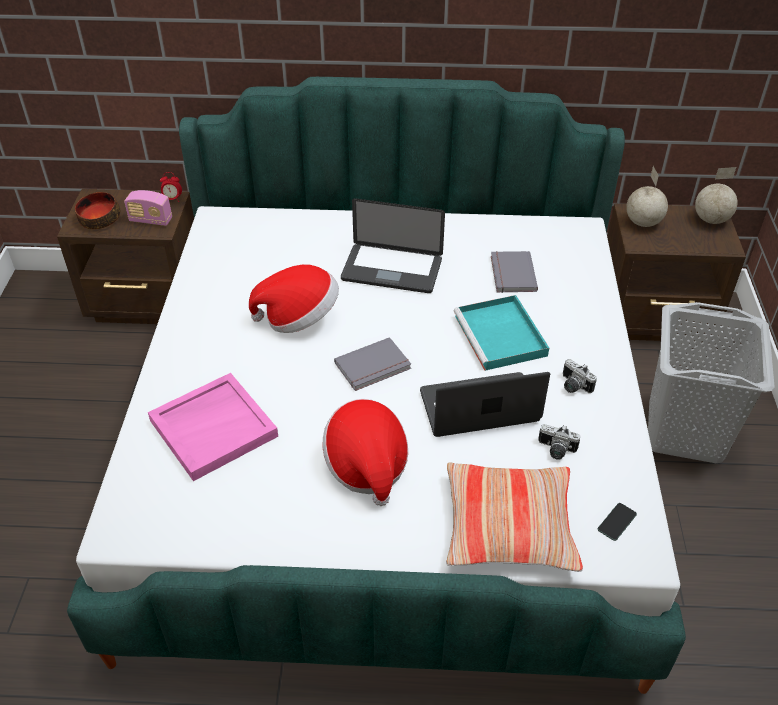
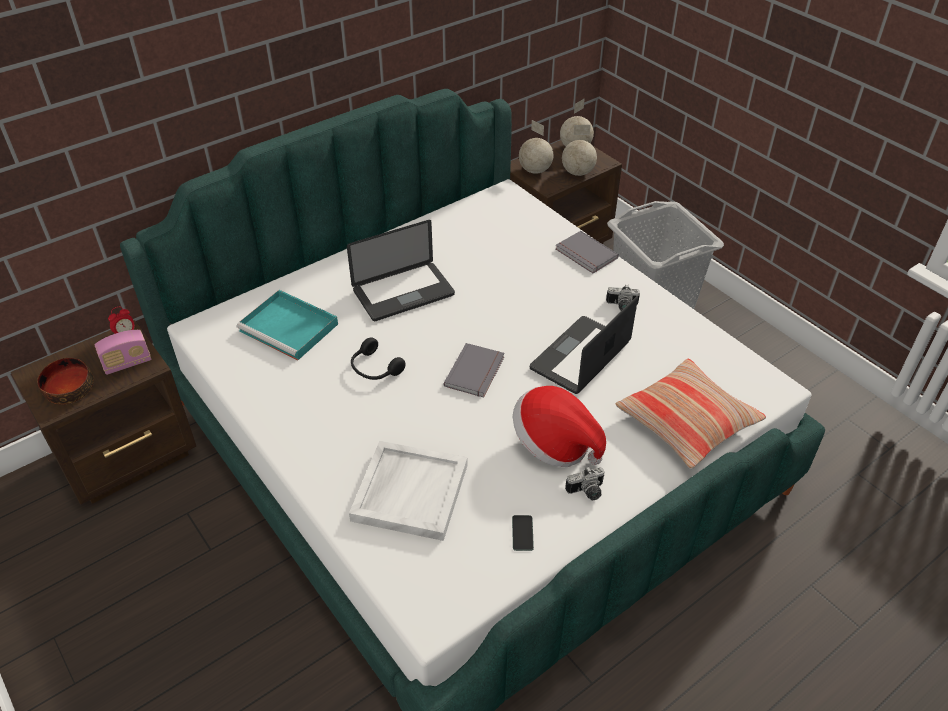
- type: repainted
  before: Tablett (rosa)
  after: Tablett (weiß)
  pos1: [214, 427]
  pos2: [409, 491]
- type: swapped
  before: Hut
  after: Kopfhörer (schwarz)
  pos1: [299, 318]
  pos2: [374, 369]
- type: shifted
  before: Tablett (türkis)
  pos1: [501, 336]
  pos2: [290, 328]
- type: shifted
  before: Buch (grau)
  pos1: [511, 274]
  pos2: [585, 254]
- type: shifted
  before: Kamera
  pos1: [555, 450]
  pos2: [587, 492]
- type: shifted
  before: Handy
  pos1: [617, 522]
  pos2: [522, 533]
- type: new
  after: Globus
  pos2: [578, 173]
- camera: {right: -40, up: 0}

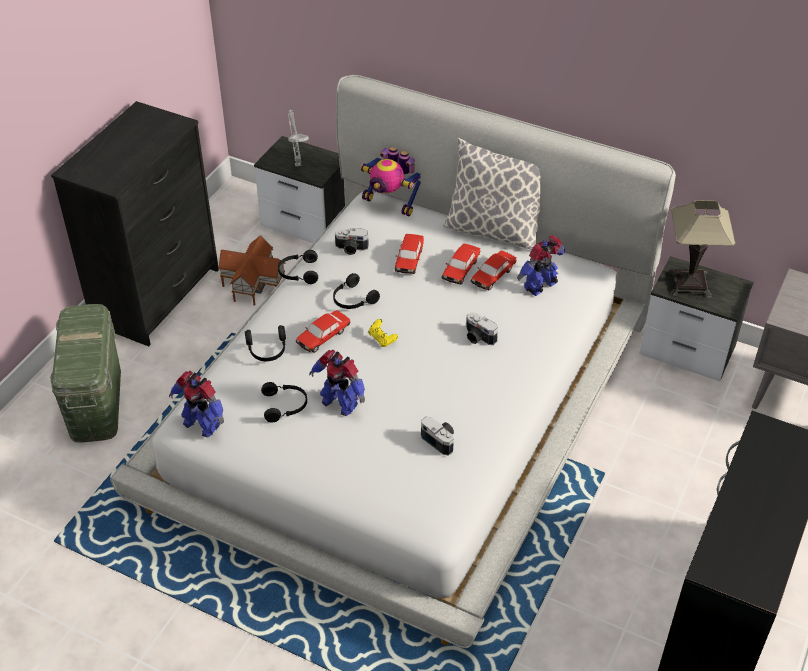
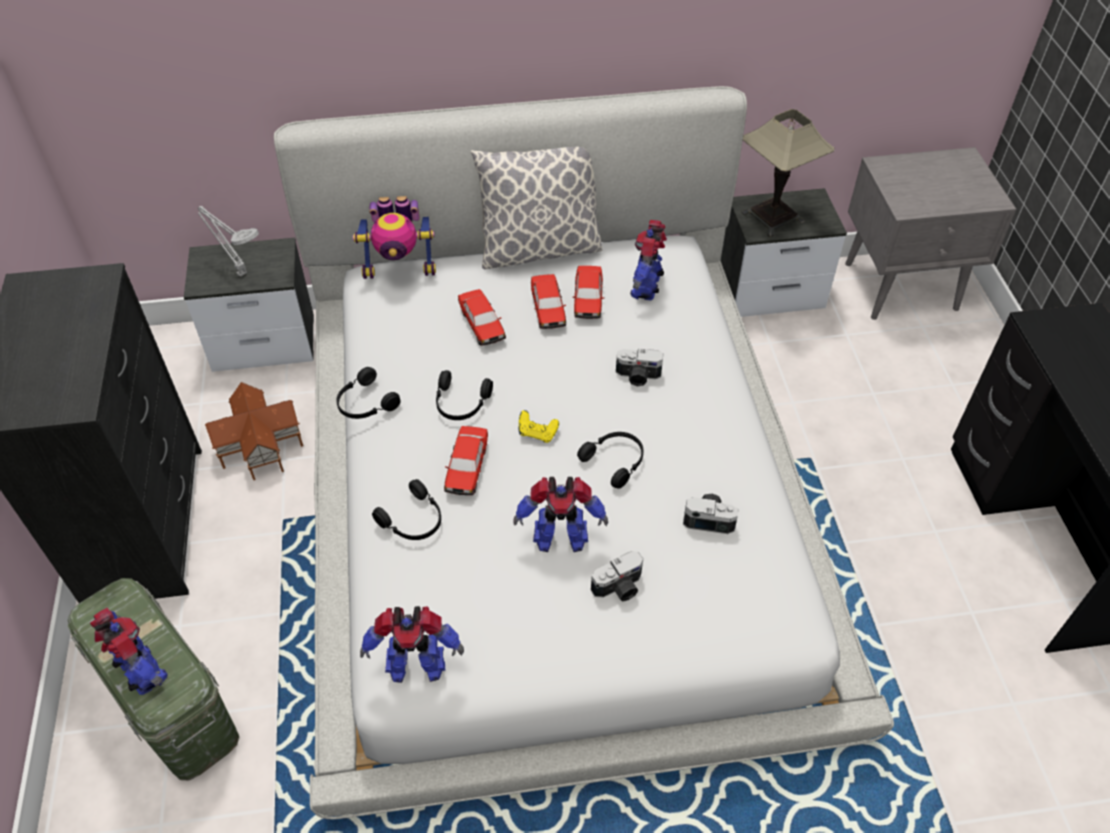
- type: shifted
  before: Kopfhörer (schwarz)
  pos1: [285, 405]
  pos2: [615, 461]
- type: shifted
  before: Kamera
  pos1: [351, 249]
  pos2: [619, 588]
- type: new
  after: Spielzeugroboter
  pos2: [142, 672]
- camera: {right: -35, up: 5}

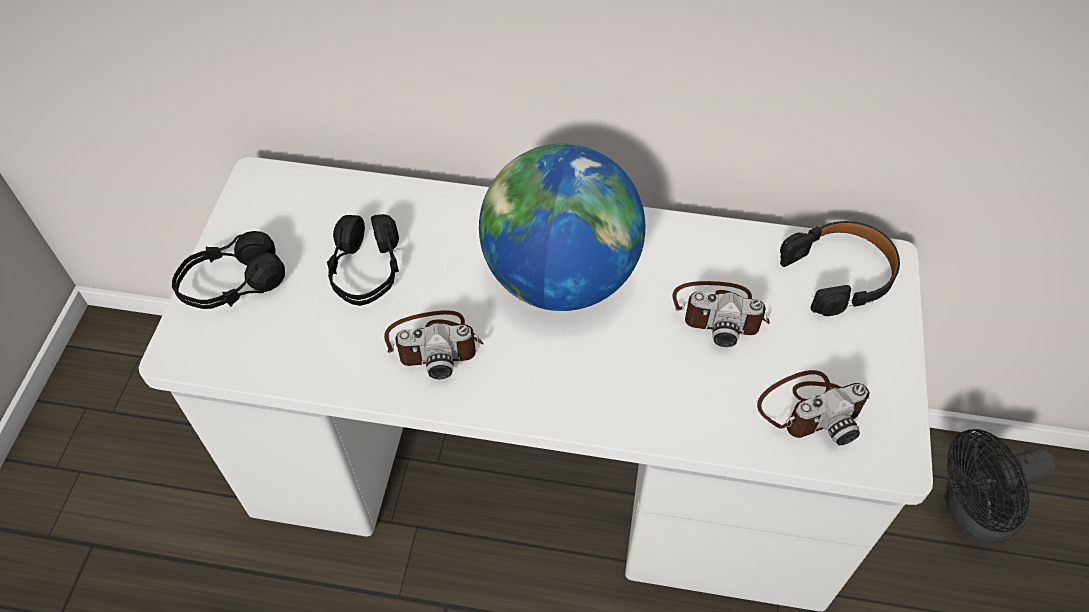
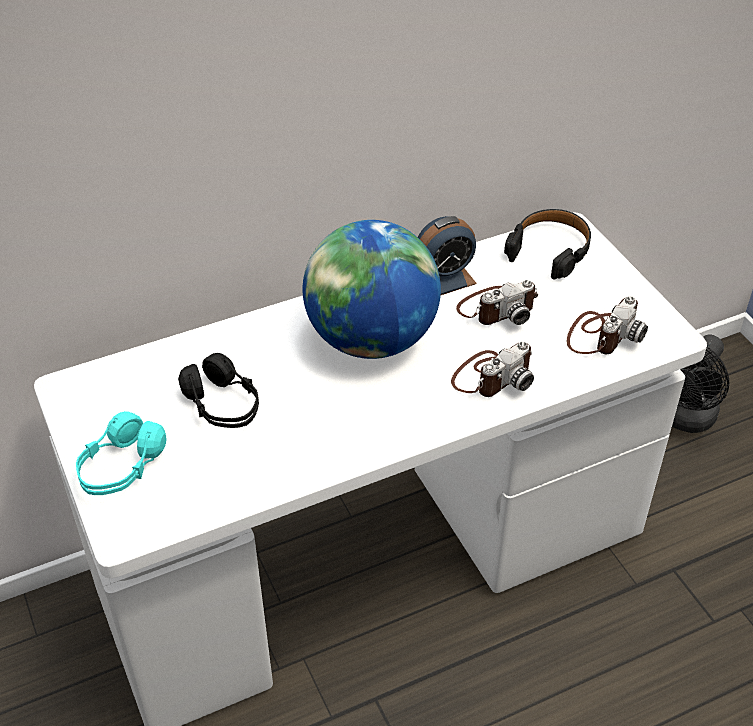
- type: repainted
  before: Kopfhörer (schwarz)
  after: Kopfhörer (türkis)
  pos1: [232, 285]
  pos2: [121, 468]
- type: shifted
  before: Kamera
  pos1: [434, 343]
  pos2: [492, 376]
- type: new
  after: Wecker
  pos2: [443, 278]
- camera: {right: -35, up: -10}

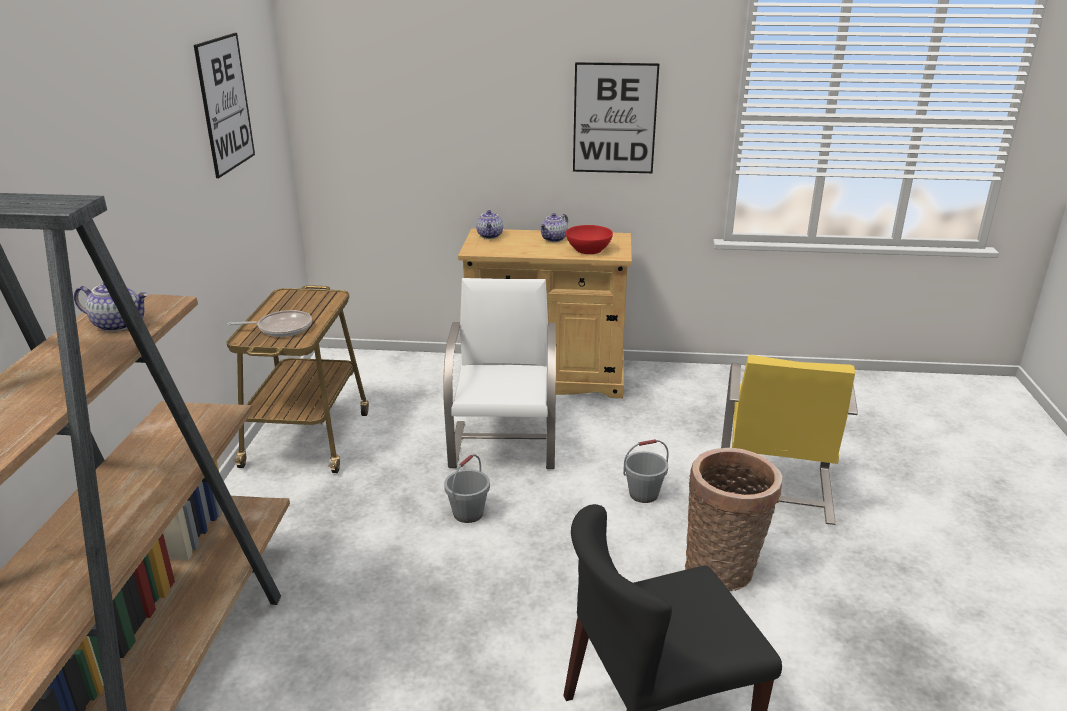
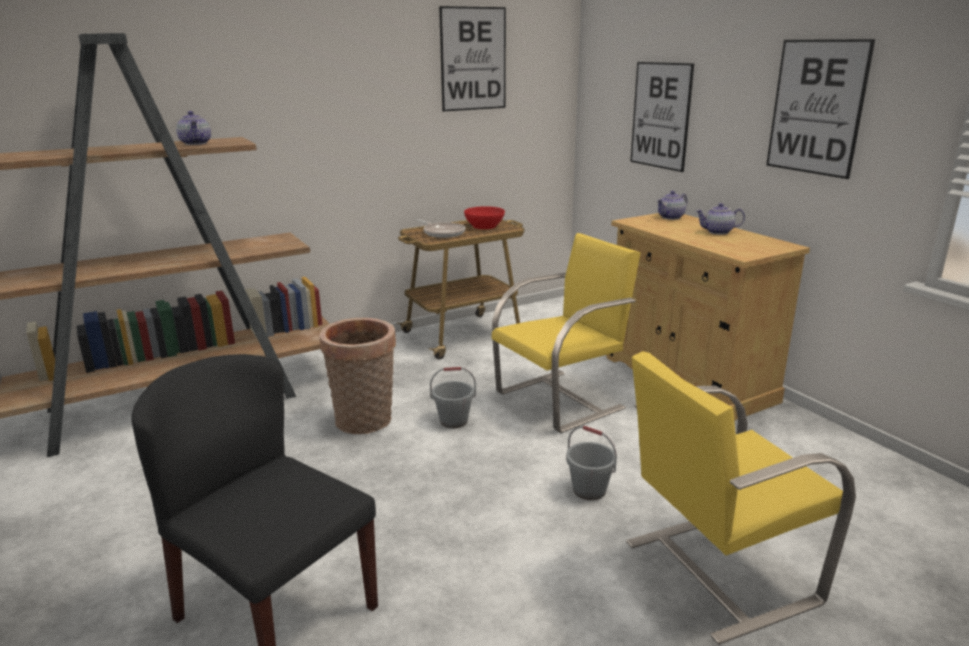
- type: repainted
  before: Stuhl (weiß)
  after: Stuhl (gelb)
  pos1: [504, 444]
  pos2: [561, 400]
- type: shifted
  before: Schüssel (rot)
  pos1: [588, 250]
  pos2: [484, 226]
- type: shifted
  before: Korb
  pos1: [723, 570]
  pos2: [364, 423]
- type: new
  after: Bild
  pos2: [661, 115]
- camera: {right: 55, up: -5}

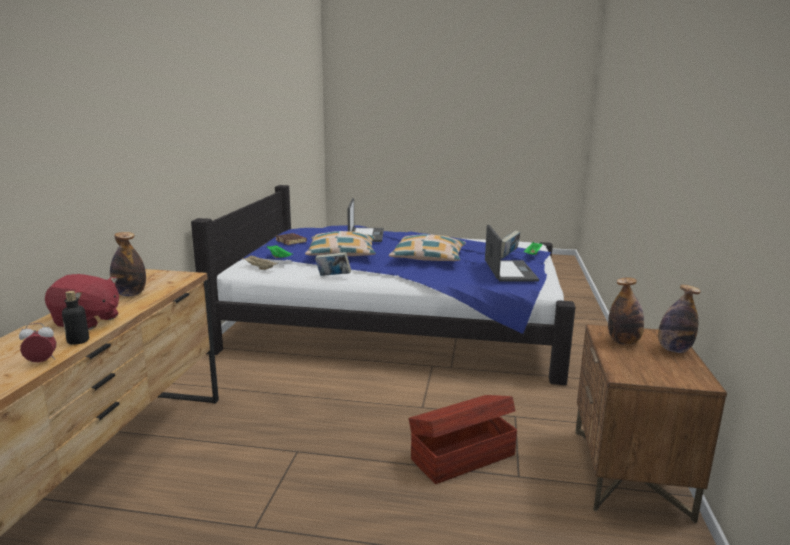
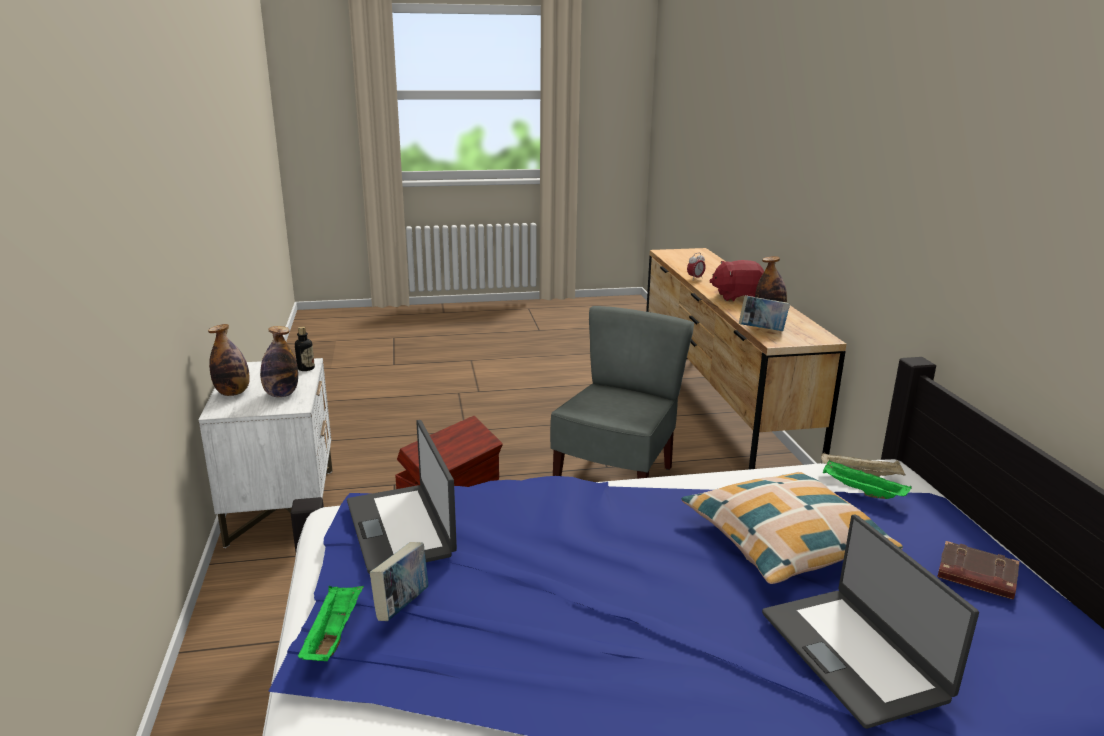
- type: shifted
  before: Flasche
  pos1: [78, 341]
  pos2: [306, 368]
- type: shifted
  before: Buch
  pos1: [333, 276]
  pos2: [762, 330]
- type: gone
  before: Kissen
  pos1: [428, 258]
- type: repainted
  before: Nachttisch (braun)
  after: Nachttisch (weiß)
  pos1: [629, 473]
  pos2: [282, 506]
- type: new
  after: Stuhl (grau)
  pos2: [616, 479]
- camera: {right: 160, up: 5}

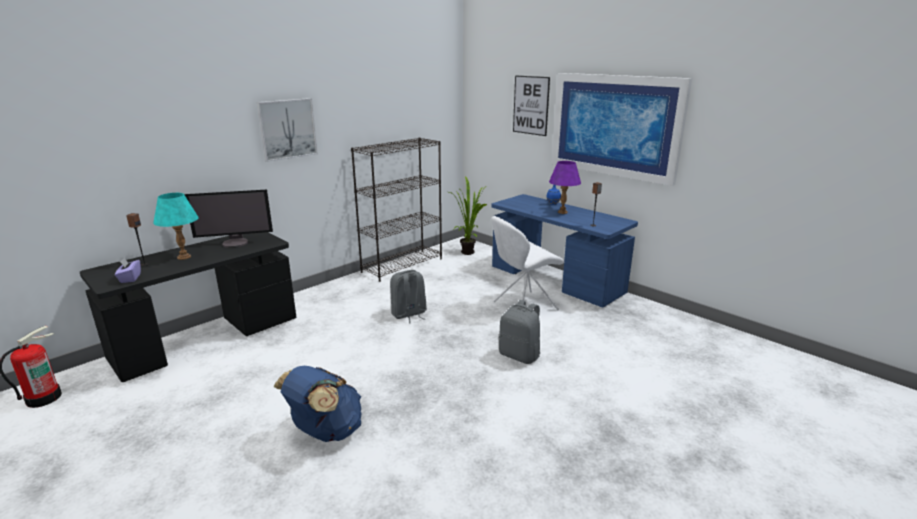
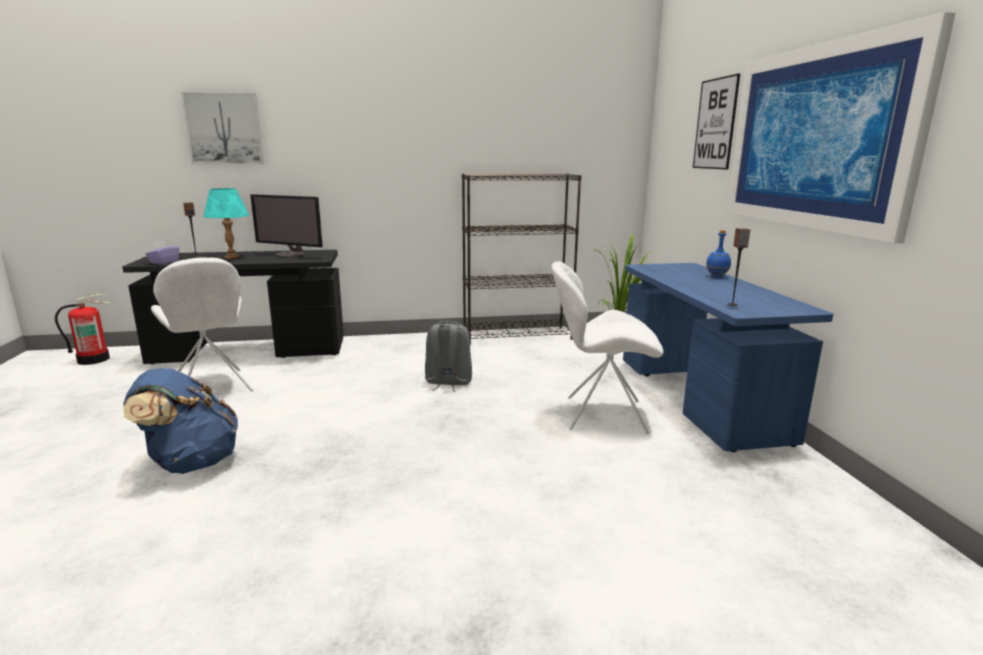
- type: shifted
  before: Bild
  pos1: [287, 129]
  pos2: [224, 129]
- type: gone
  before: Rucksack (grau)
  pos1: [520, 355]
- type: gone
  before: Tischlampe (lila)
  pos1: [562, 212]
- type: new
  after: Stuhl (weiß)
  pos2: [211, 388]
- camera: {right: 35, up: -5}

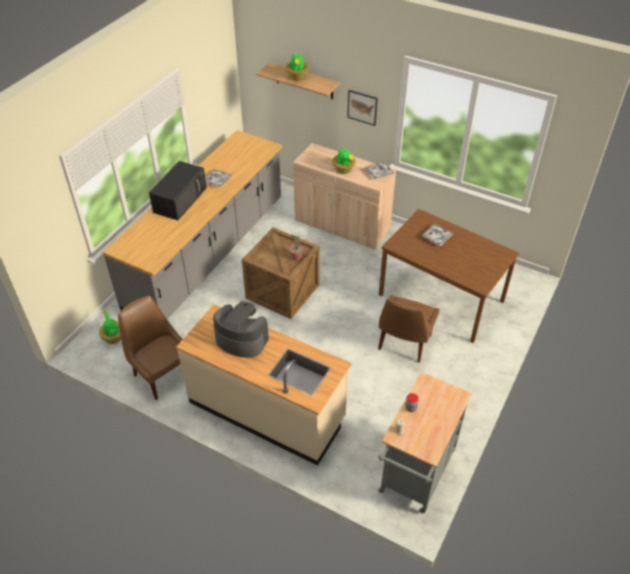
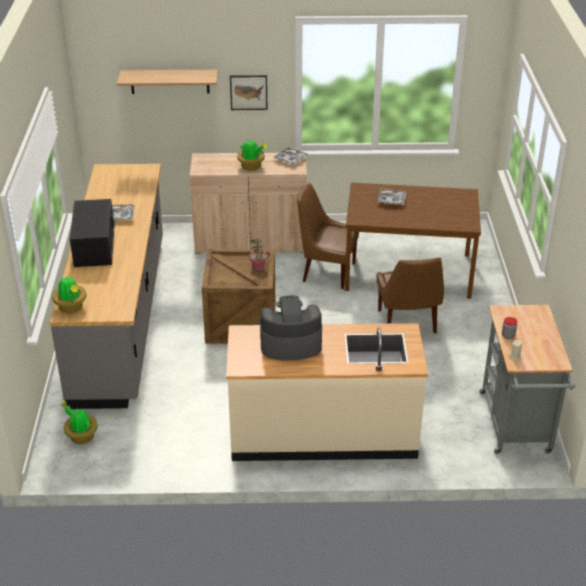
- type: shifted
  before: Stuhl (braun)
  pos1: [162, 373]
  pos2: [326, 272]
- type: shifted
  before: Topfpflanze
  pos1: [297, 77]
  pos2: [71, 308]
- camera: {right: -30, up: -10}

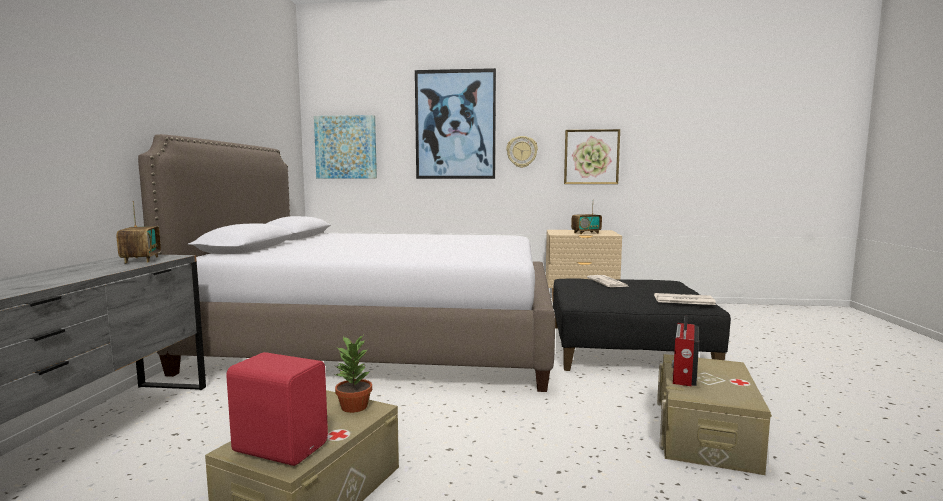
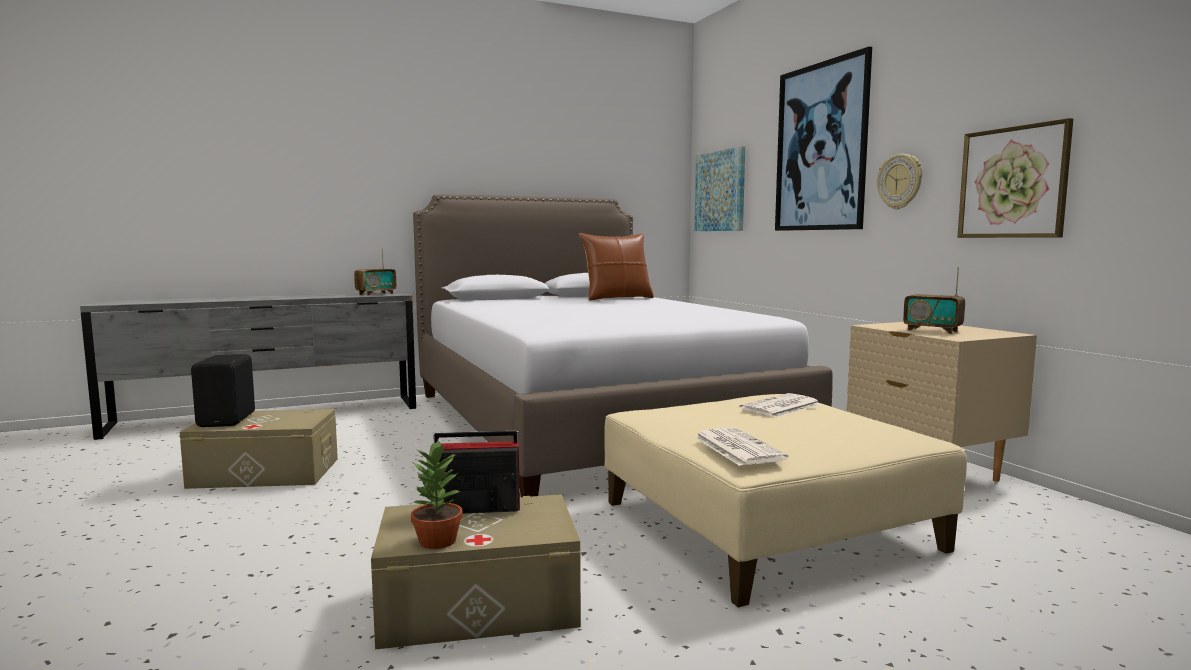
- type: repainted
  before: Lautsprecher (rot)
  after: Lautsprecher (schwarz)
  pos1: [281, 446]
  pos2: [229, 420]
- type: shifted
  before: Topfpflanze
  pos1: [354, 407]
  pos2: [437, 541]
- type: repainted
  before: Polsterhocker (schwarz)
  after: Polsterhocker (beige)
  pos1: [627, 348]
  pos2: [767, 525]
- type: new
  after: Kissen (braun)
  pos2: [617, 298]
- camera: {right: 60, up: 0}

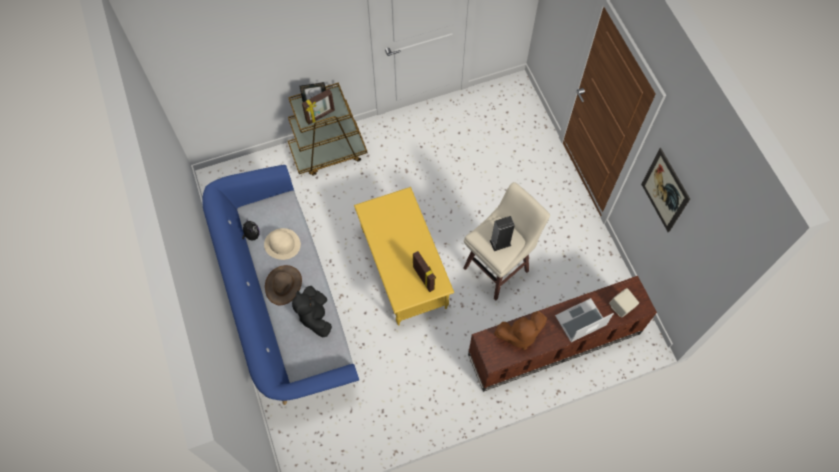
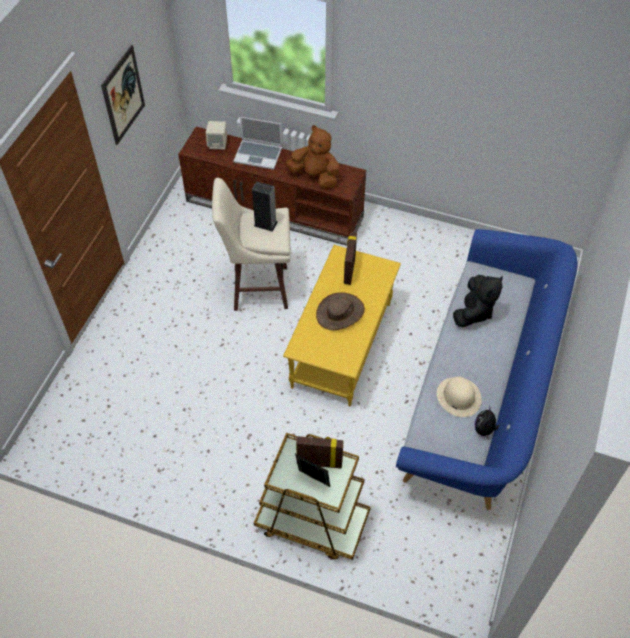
- type: shifted
  before: Hut (braun)
  pos1: [283, 285]
  pos2: [340, 313]
- camera: {right: -140, up: -10}

